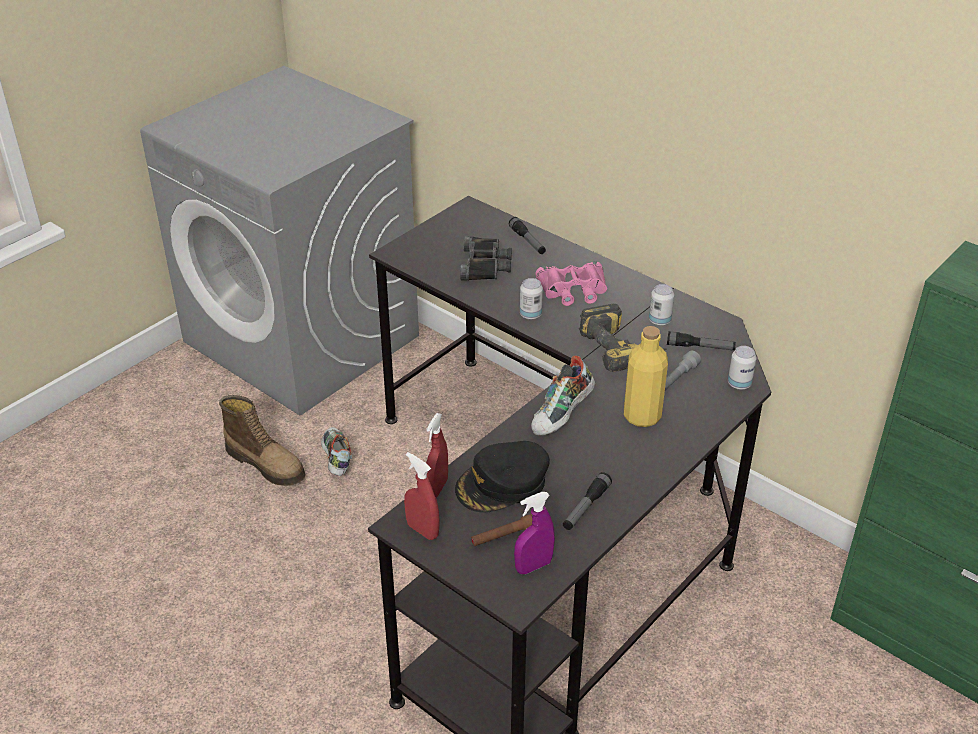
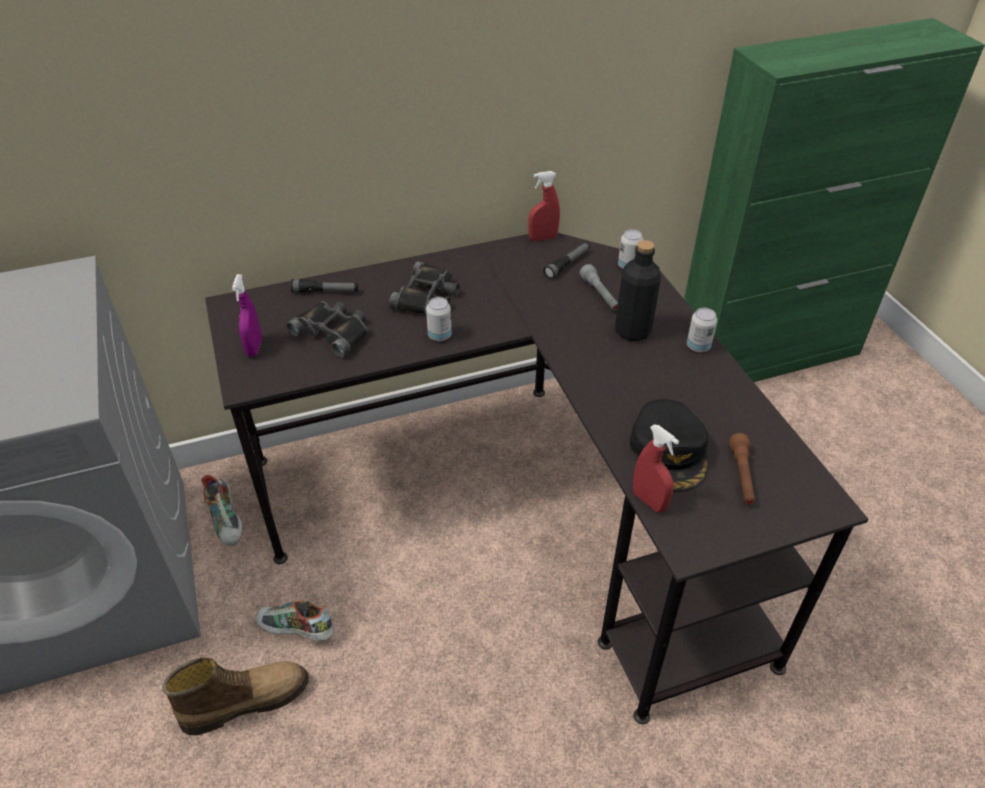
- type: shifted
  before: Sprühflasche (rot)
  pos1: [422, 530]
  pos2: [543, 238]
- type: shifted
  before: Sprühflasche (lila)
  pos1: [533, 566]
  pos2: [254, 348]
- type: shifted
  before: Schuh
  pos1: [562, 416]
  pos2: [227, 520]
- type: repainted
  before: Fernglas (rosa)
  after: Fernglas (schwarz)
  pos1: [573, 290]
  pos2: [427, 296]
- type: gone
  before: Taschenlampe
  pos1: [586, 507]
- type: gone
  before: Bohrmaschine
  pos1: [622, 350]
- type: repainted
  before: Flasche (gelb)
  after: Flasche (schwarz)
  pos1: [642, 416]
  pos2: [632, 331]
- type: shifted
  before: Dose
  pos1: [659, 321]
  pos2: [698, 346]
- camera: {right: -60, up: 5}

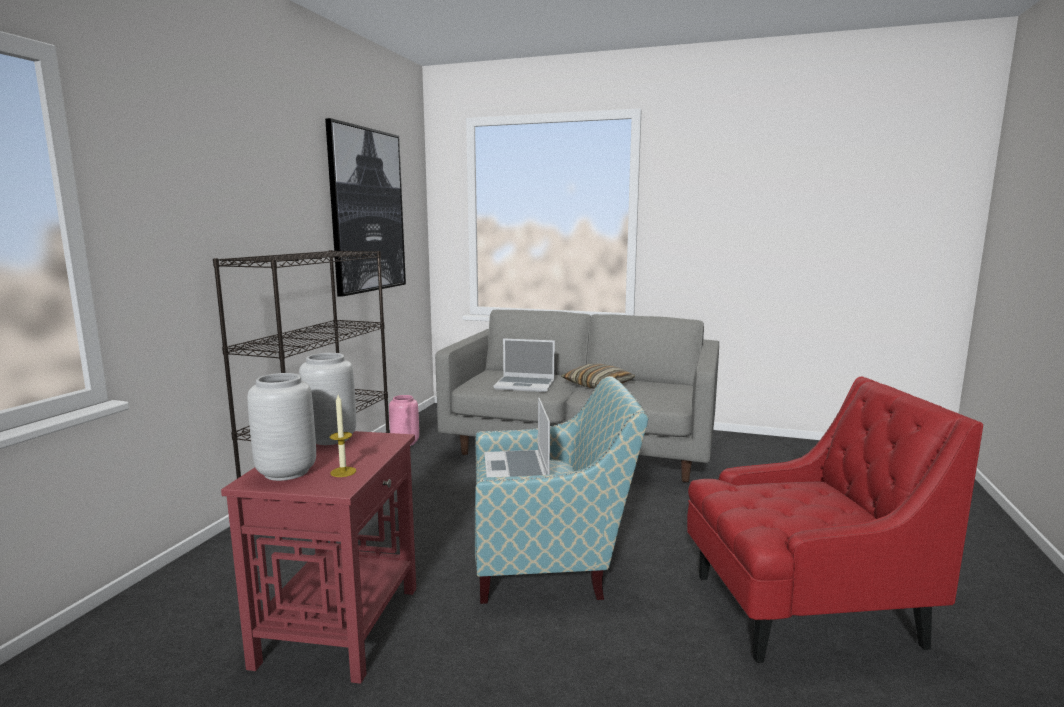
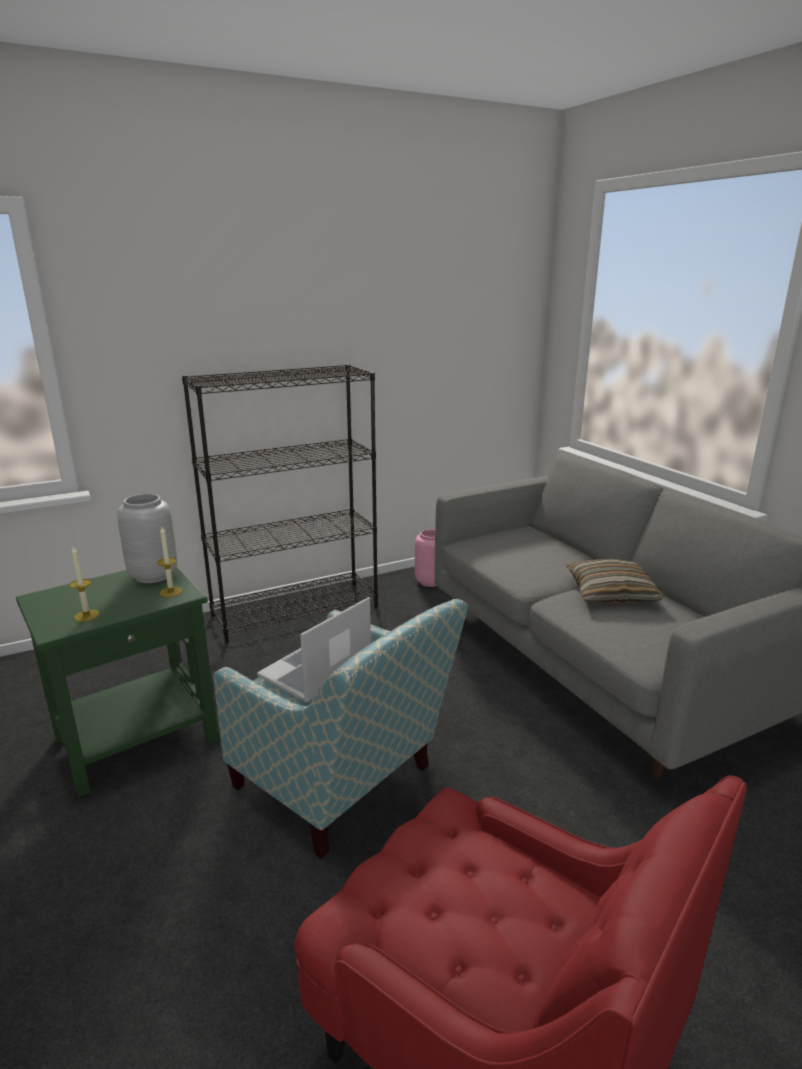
- type: repainted
  before: Beistelltisch (rot)
  after: Beistelltisch (grün)
  pos1: [341, 625]
  pos2: [137, 740]
- type: gone
  before: Vase (grau)
  pos1: [287, 472]
- type: gone
  before: Bild
  pos1: [367, 211]
- type: gone
  before: Laptop
  pos1: [525, 385]
- type: new
  after: Kerze
  pos2: [171, 592]
- camera: {right: 45, up: 10}

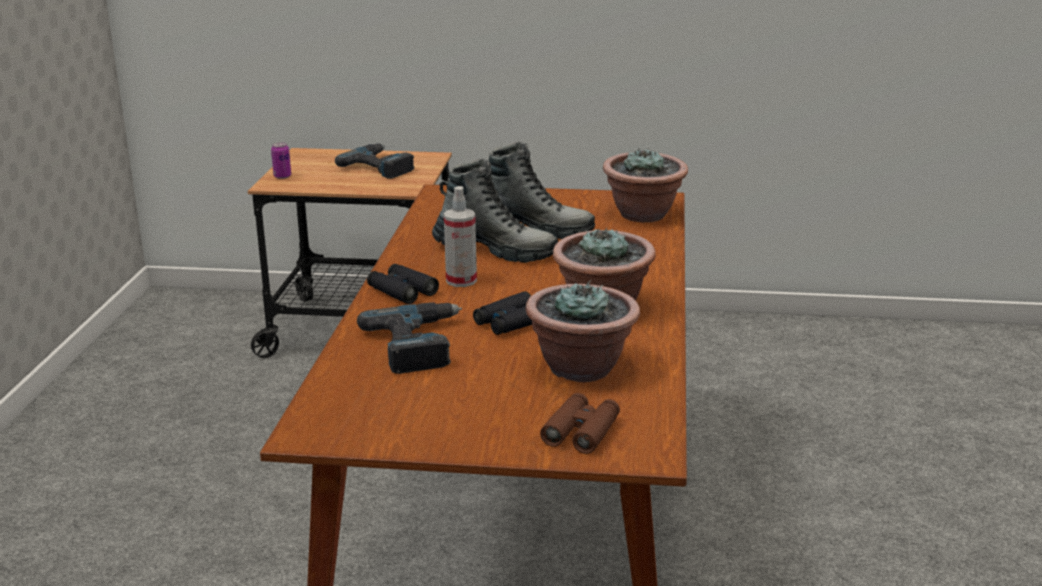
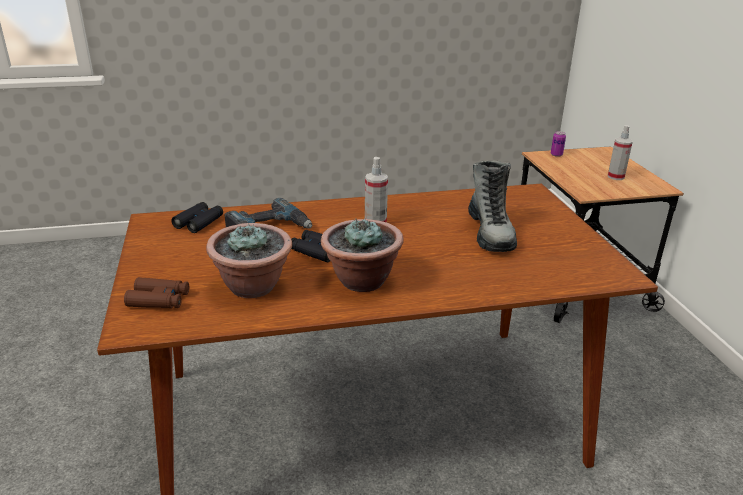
- type: swapped
  before: Bohrmaschine
  after: Sprühflasche
  pos1: [381, 167]
  pos2: [615, 177]
- type: shifted
  before: Fernglas (schwarz)
  pos1: [402, 291]
  pos2: [199, 222]
- type: gone
  before: Stiefel
  pos1: [495, 251]
- type: gone
  before: Topfpflanze
  pos1: [643, 215]
- camera: {right: 70, up: 5}

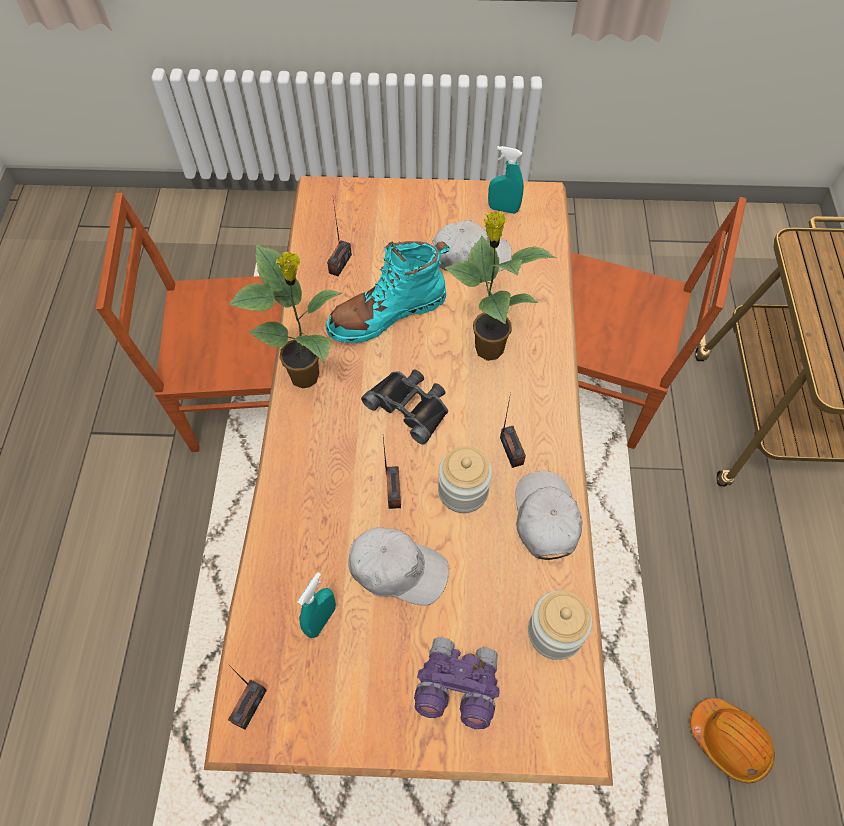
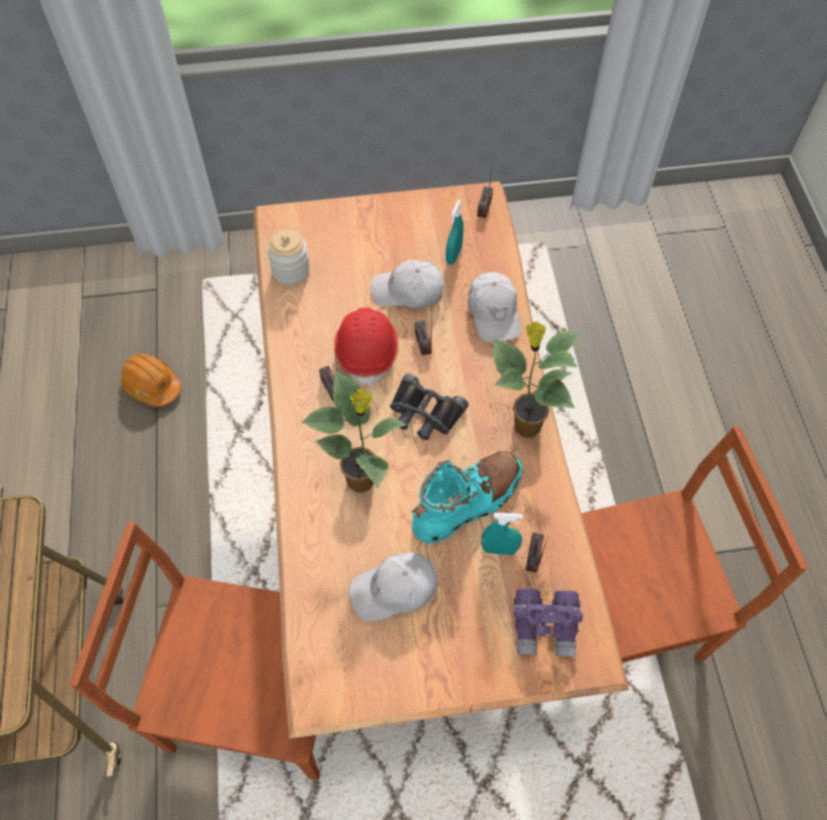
- type: shifted
  before: Fernglas (lila)
  pos1: [456, 686]
  pos2: [545, 627]
- type: swapped
  before: Vorratsglas
  after: Schutzhelm (rot)
  pos1: [463, 491]
  pos2: [367, 351]
- type: shifted
  before: Sprühflasche (türkis)
  pos1: [503, 209]
  pos2: [499, 549]
- type: shifted
  before: Kappe (weiß)
  pos1: [545, 519]
  pos2: [494, 313]
- camera: {right: 170, up: 0}

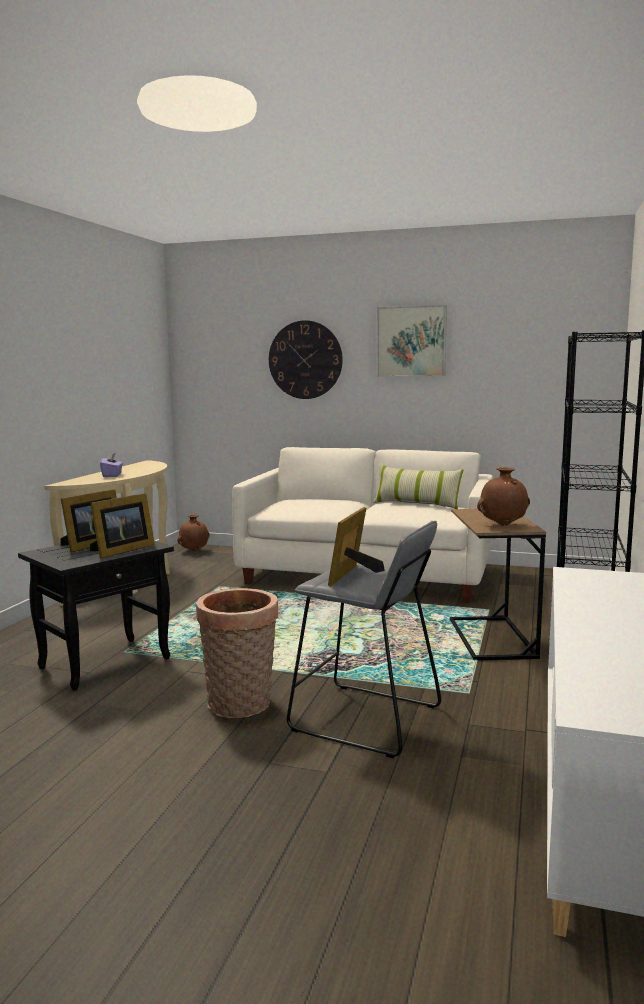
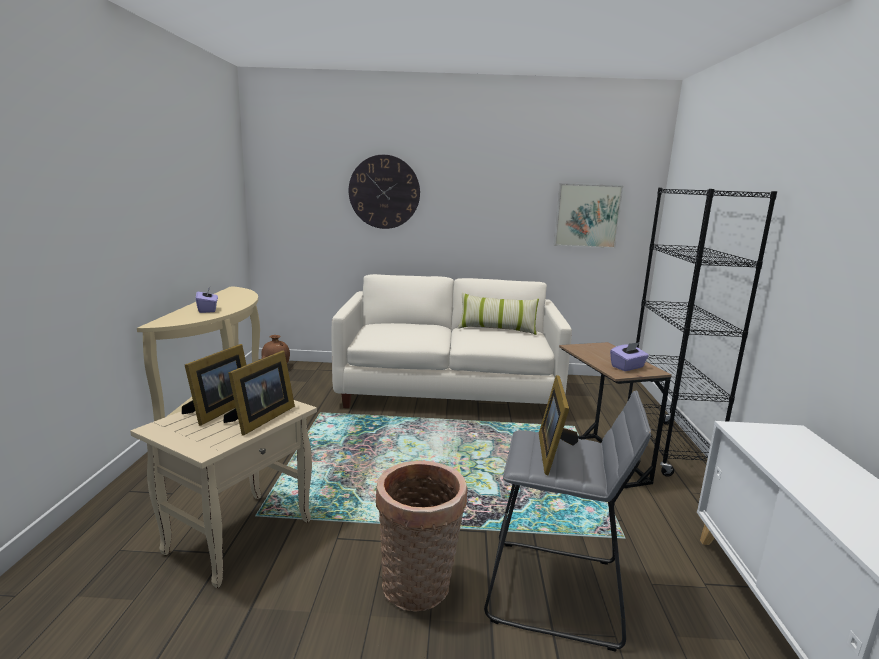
- type: repainted
  before: Beistelltisch (schwarz)
  after: Beistelltisch (beige)
  pos1: [106, 662]
  pos2: [240, 534]
- type: shifted
  before: Bild
  pos1: [411, 341]
  pos2: [587, 216]
- type: swapped
  before: Vase (braun)
  after: Taschentuchbox (lila)
  pos1: [503, 525]
  pos2: [627, 367]
- camera: {right: -15, up: 5}

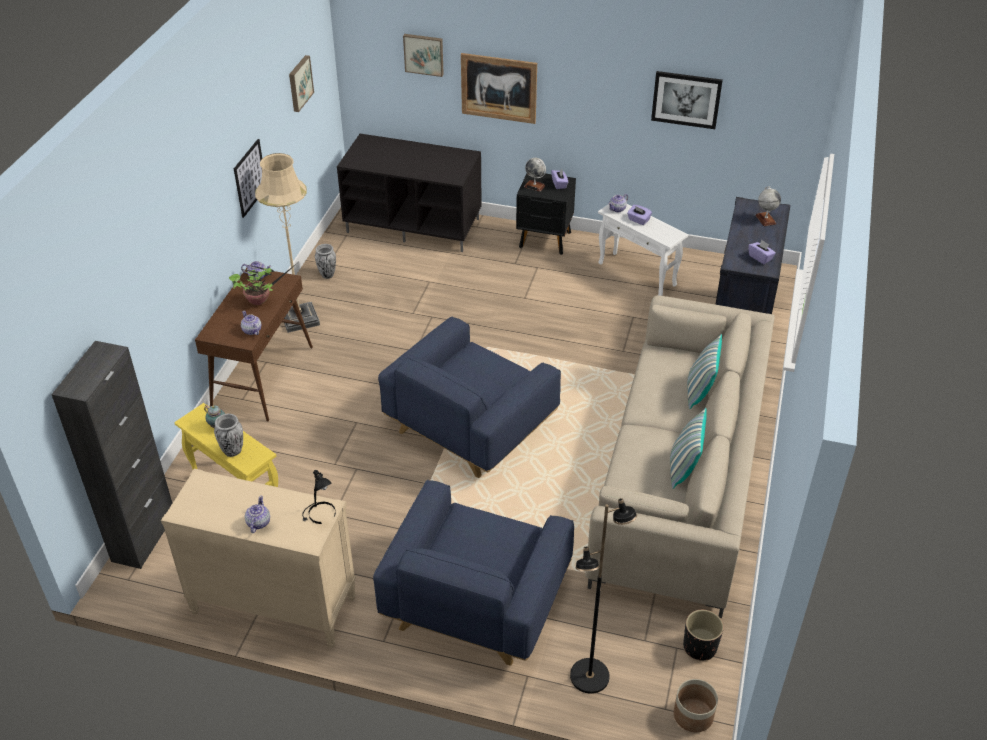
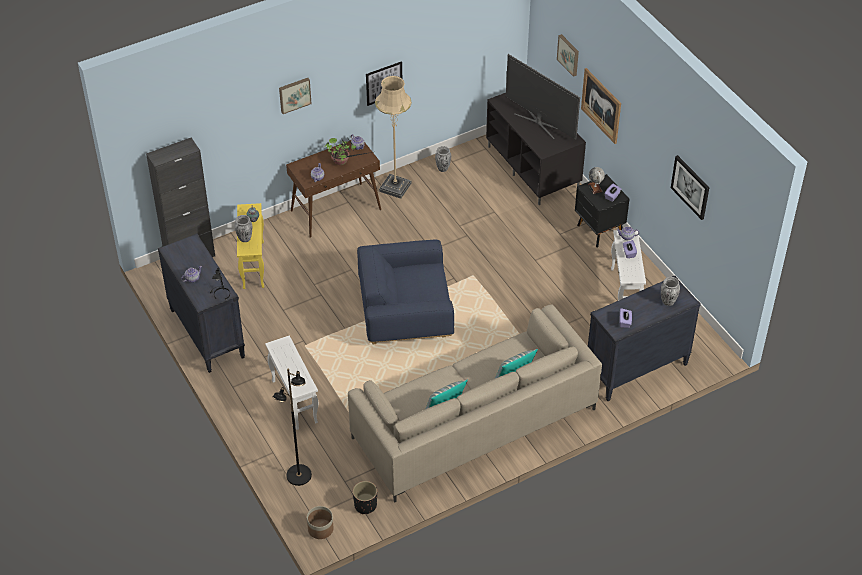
- type: repainted
  before: Kommode (beige)
  after: Kommode (schwarz)
  pos1: [273, 606]
  pos2: [206, 333]
- type: shifted
  before: Bild
  pos1: [299, 83]
  pos2: [294, 94]
- type: swapped
  before: Sessel (blau)
  after: Beistelltisch (weiß)
  pos1: [476, 600]
  pos2: [294, 401]
- type: swapped
  before: Globus
  after: Vase
  pos1: [765, 219]
  pos2: [668, 301]
- type: new
  after: Fernseher
  pos2: [539, 122]
- camera: {right: 45, up: 5}

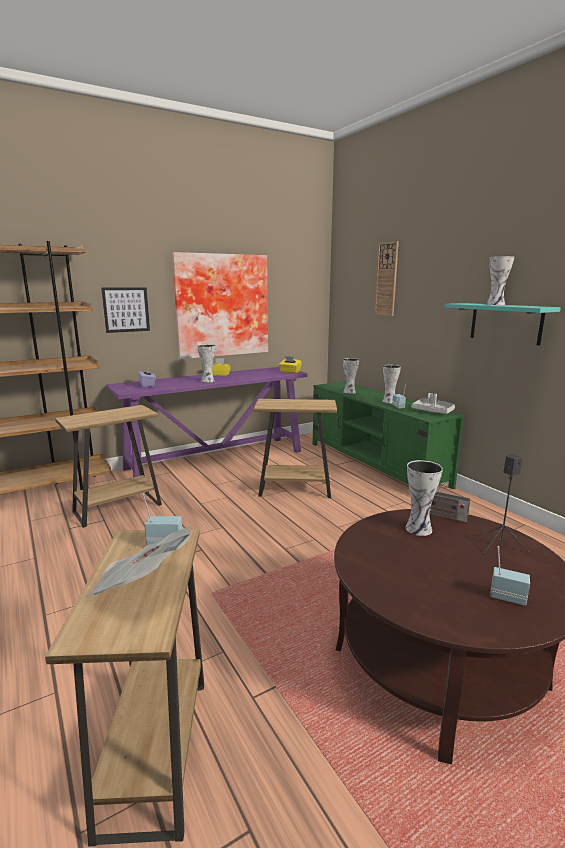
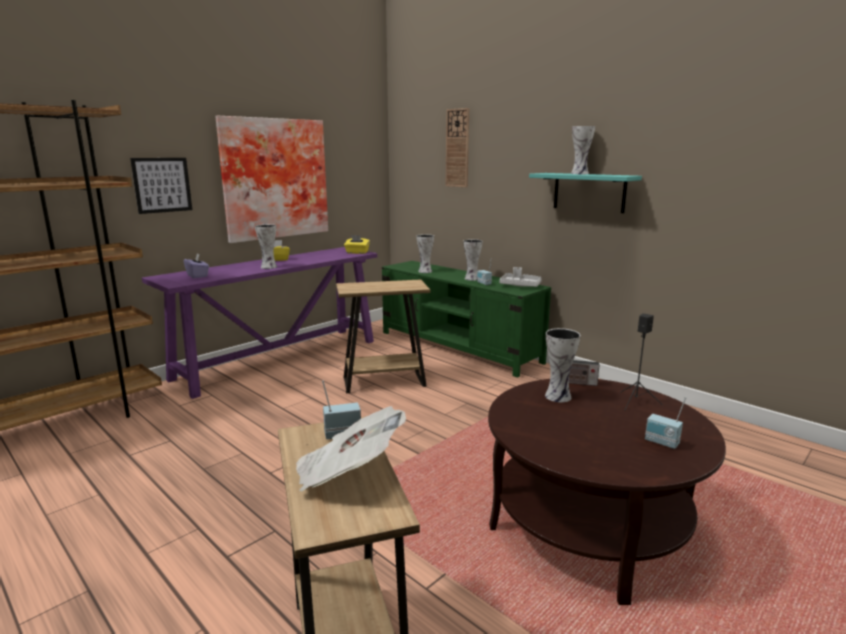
- type: gone
  before: Beistelltisch (braun)
  pos1: [118, 508]
- type: rotated
  before: Radio
  pos1: [507, 597]
  pos2: [661, 443]
  turn: -150
- camera: {right: -15, up: 0}

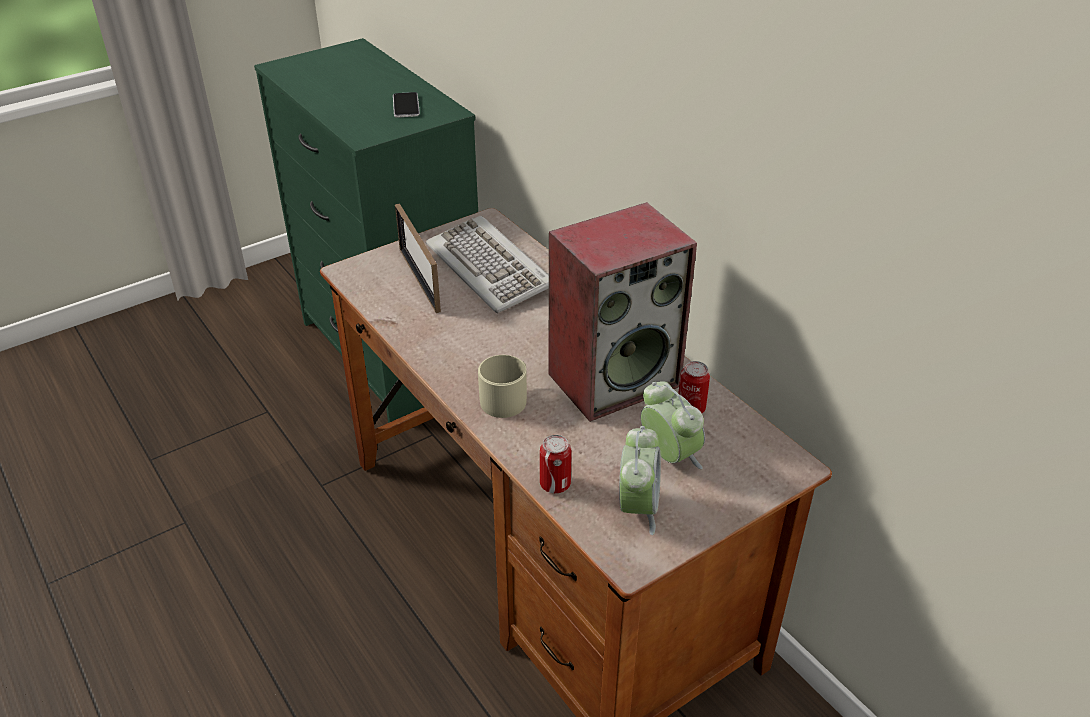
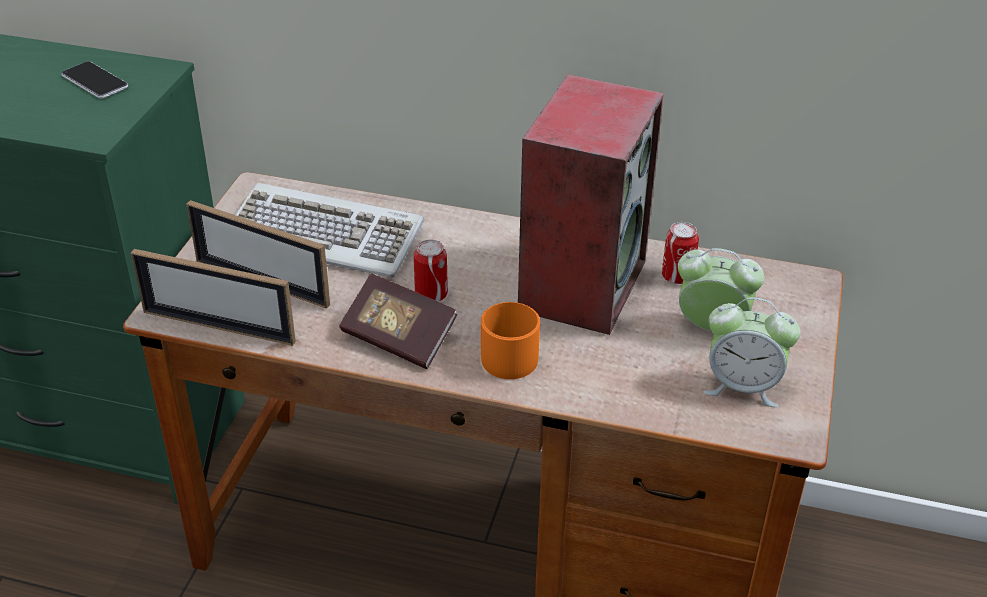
- type: repainted
  before: Henkelbecher (beige)
  after: Henkelbecher (orange)
  pos1: [507, 398]
  pos2: [509, 354]
- type: shifted
  before: Dose
  pos1: [555, 484]
  pos2: [431, 295]
- type: rotated
  before: Wecker
  pos1: [638, 508]
  pos2: [742, 386]
  turn: 135
- type: new
  after: Bilderrahmen
  pos2: [218, 326]
- type: new
  after: Buch
  pos2: [399, 338]
- camera: {right: -40, up: 0}

